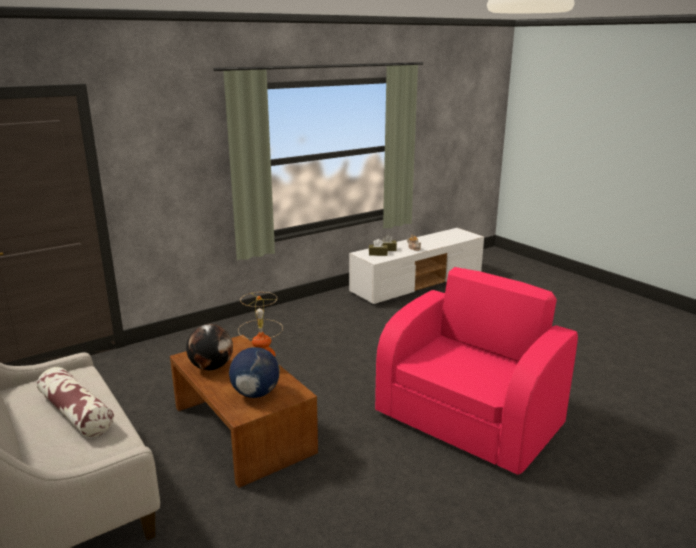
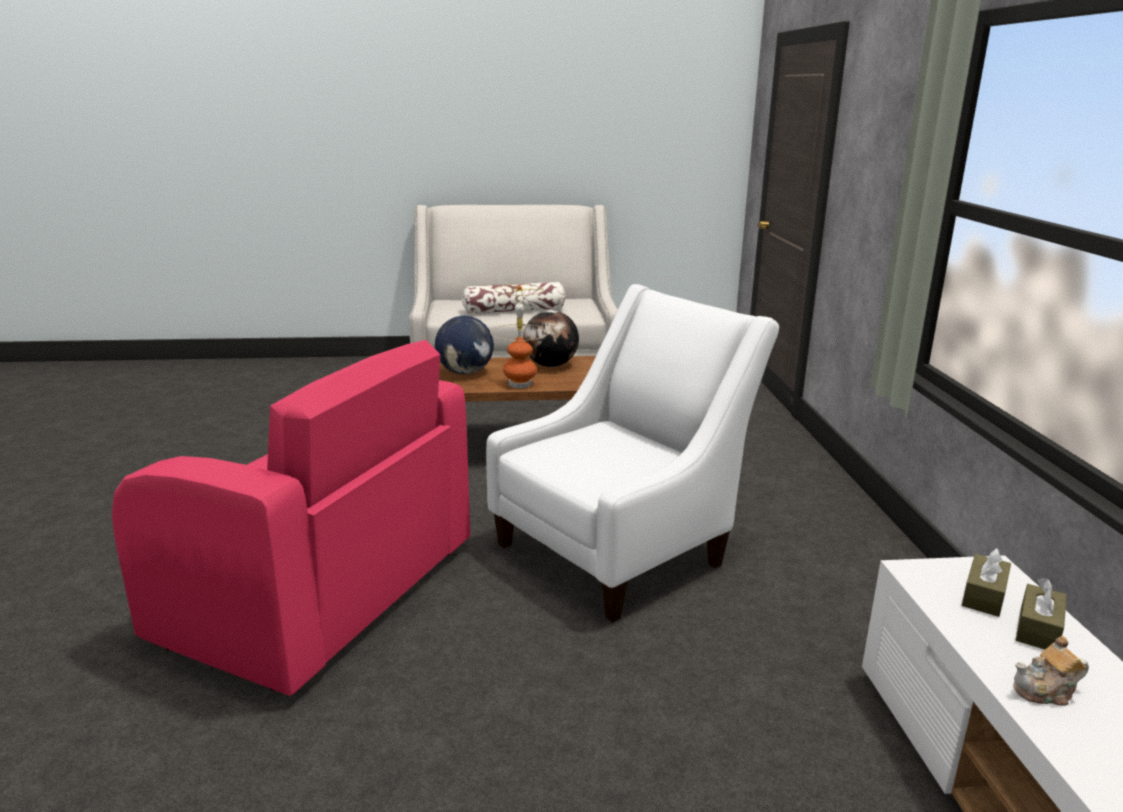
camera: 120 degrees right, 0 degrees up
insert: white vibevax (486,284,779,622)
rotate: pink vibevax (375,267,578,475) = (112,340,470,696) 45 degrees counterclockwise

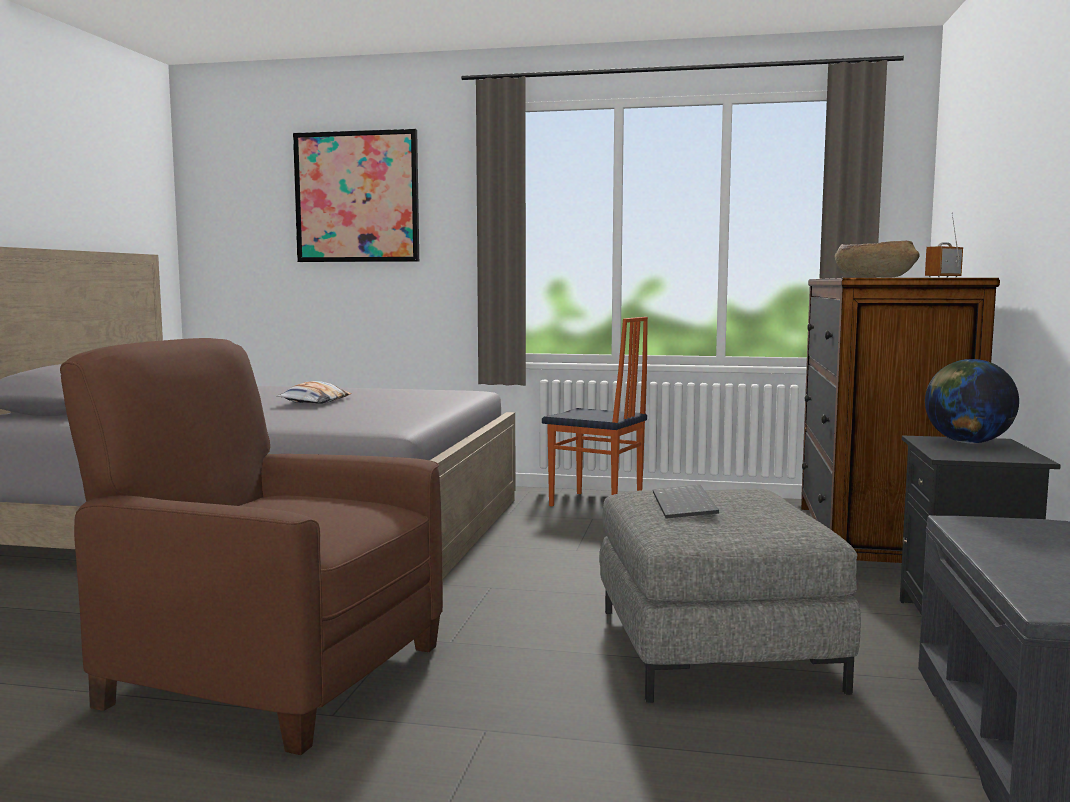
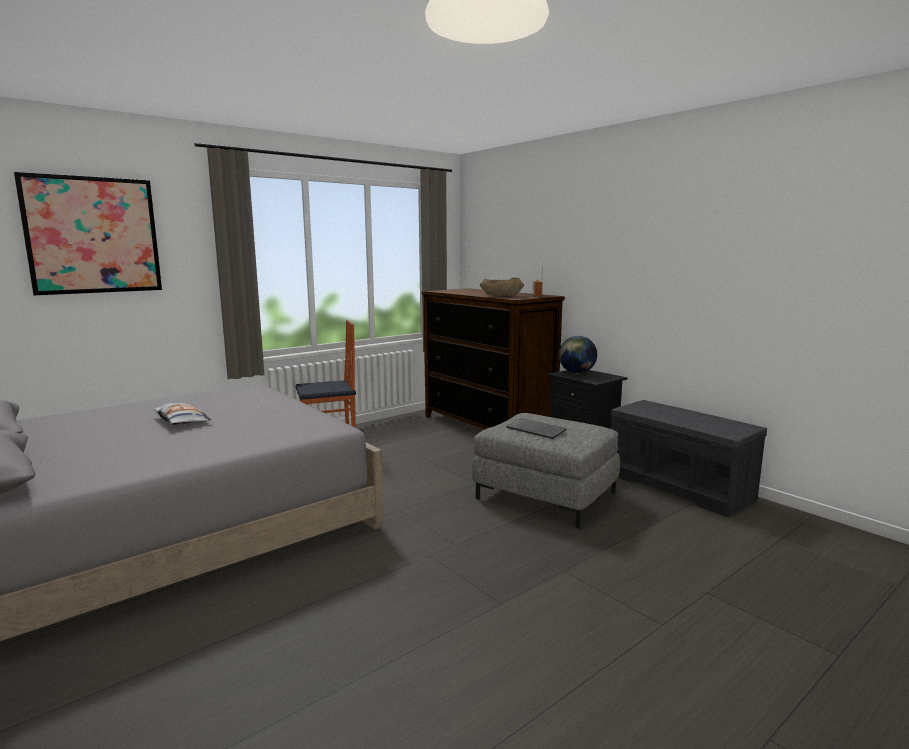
camera: 50 degrees left, 5 degrees up
delete: brown vibevax (60,338,443,755)

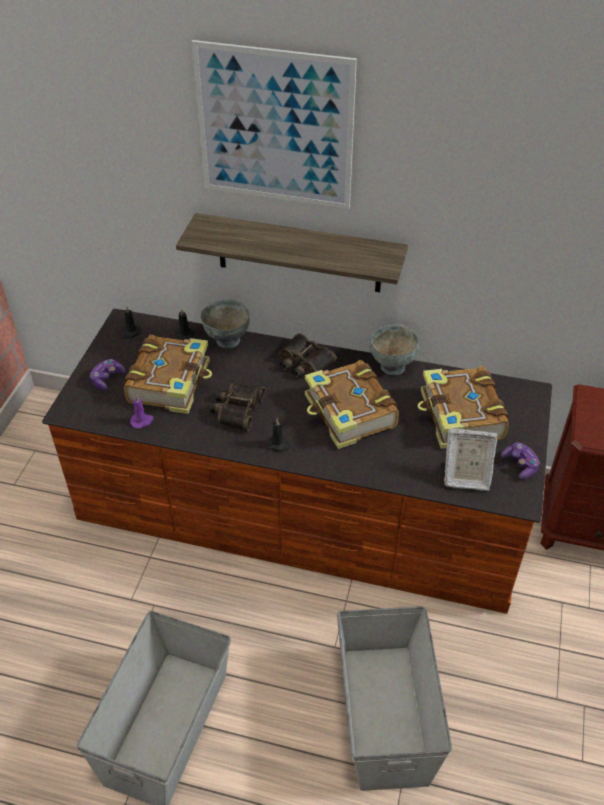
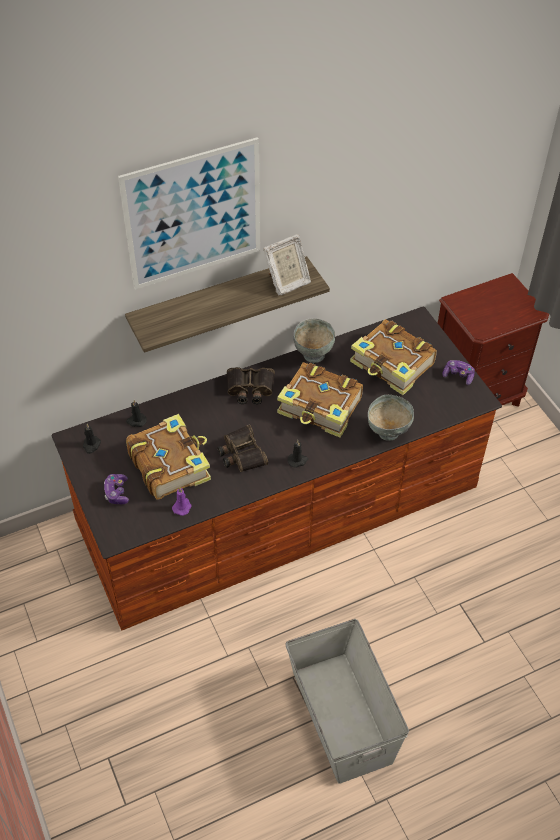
camera: 40 degrees left, 5 degrees up
delete: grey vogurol (337,606,452,791)
move: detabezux (444,428,498,491) to (263,234,311,296); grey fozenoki (200,300,250,348) to (368,395,414,441)

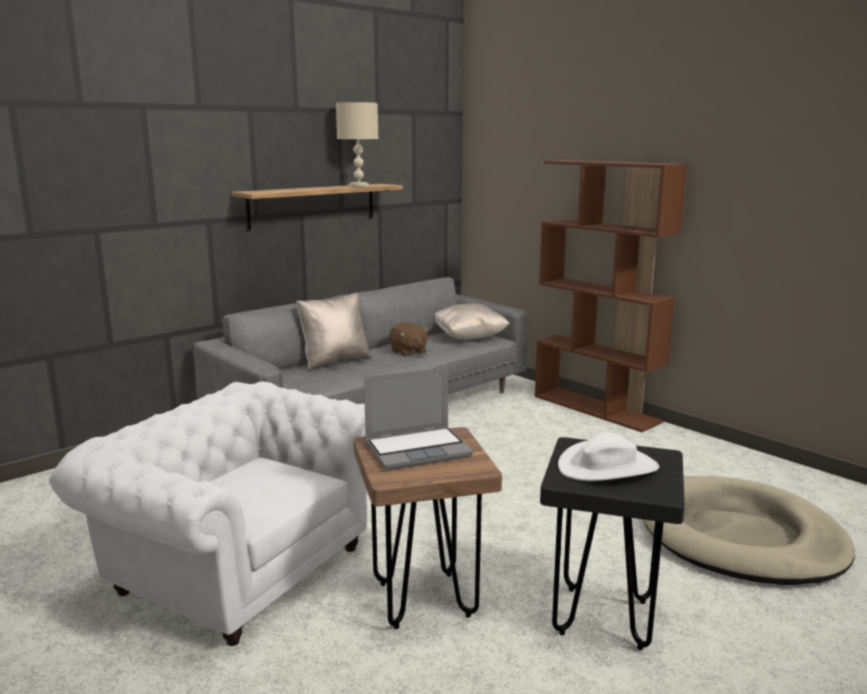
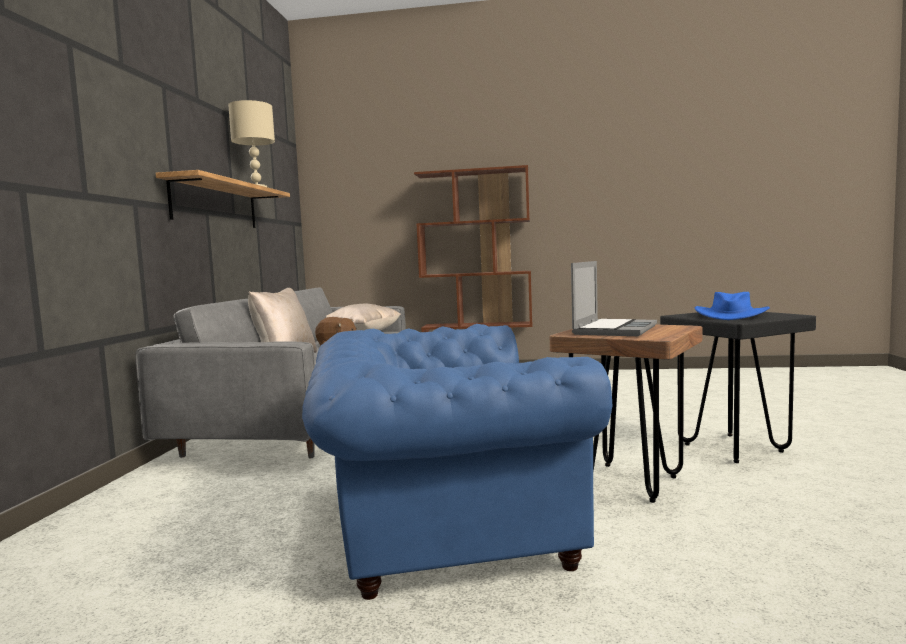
camera: 40 degrees left, 10 degrees down
delete: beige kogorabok (643,476,855,585)
recolor: white vibevax (49,381,367,646) to blue vibevax (302,324,612,600); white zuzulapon (558,432,659,481) to blue zuzulapon (695,292,770,320)

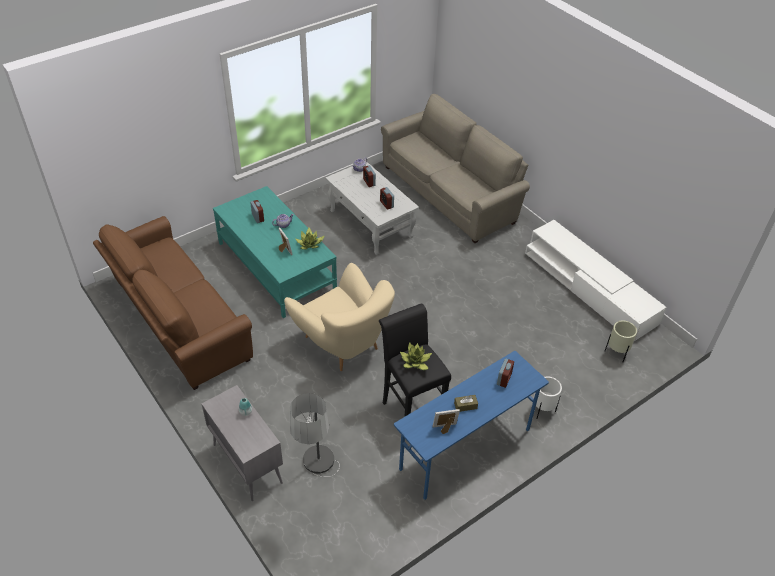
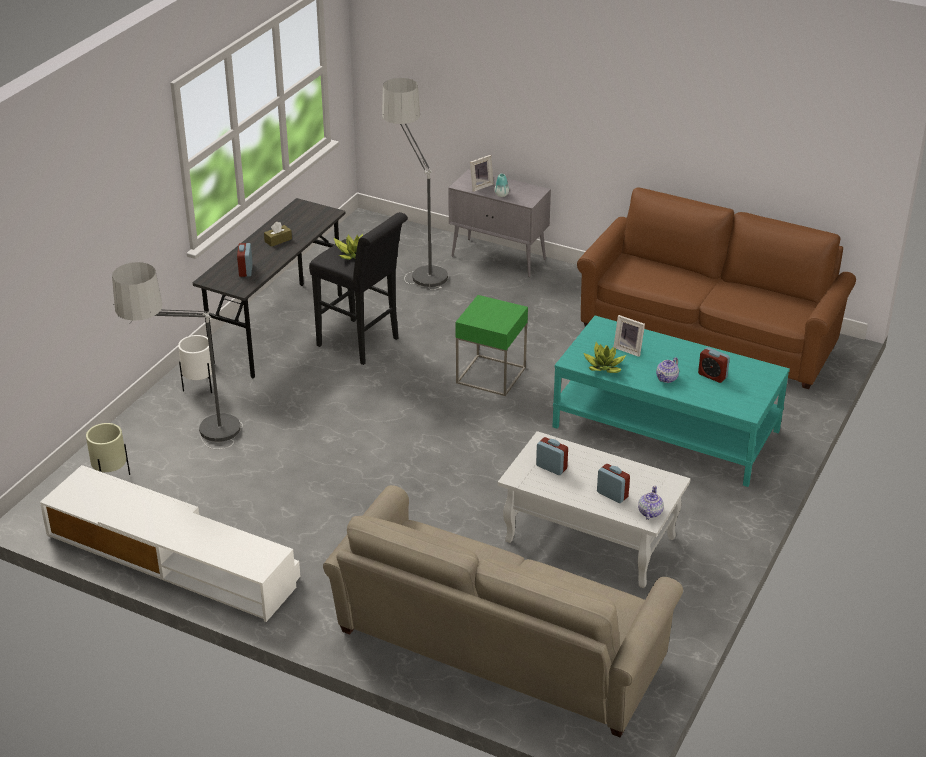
camera: 155 degrees right, 10 degrees down
insert: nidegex (112,262,243,449)
move: detabezux (433,409,460,434) to (470,155,494,192)
replace: beige vibevax (284,263,395,371) to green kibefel (455,295,528,396)
recolor: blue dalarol (394,351,549,500) to grey dalarol (193,198,345,379)

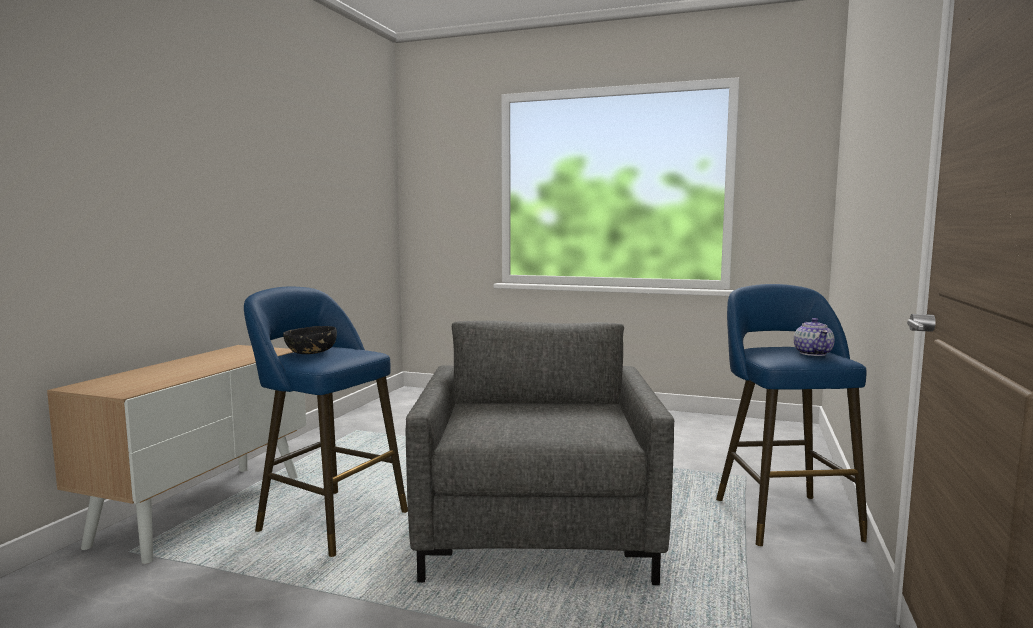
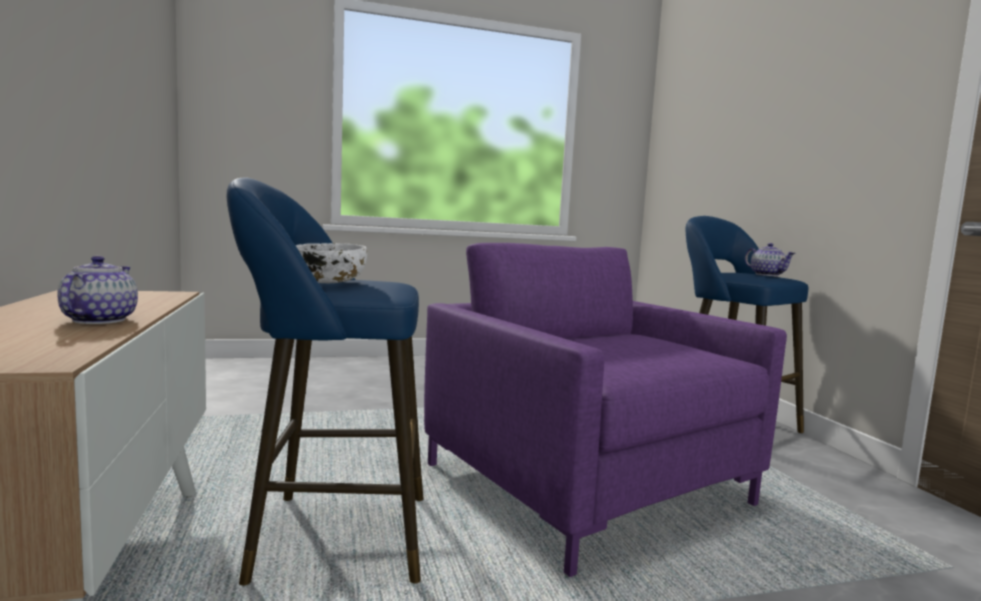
camera: 35 degrees left, 0 degrees up
insert: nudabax (57,256,138,324)
recolor: black fozenoki (283,326,337,354) to white fozenoki (295,243,367,283); grey vibevax (406,321,674,585) to purple vibevax (424,243,787,577)

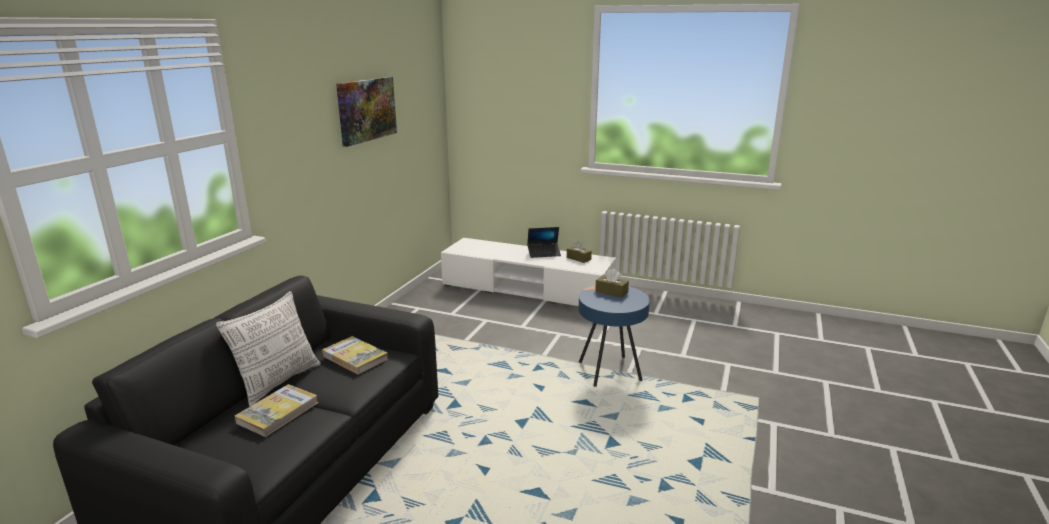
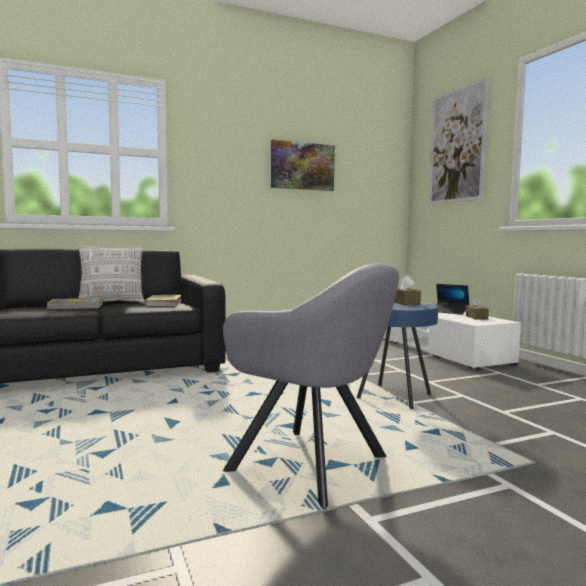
camera: 45 degrees right, 15 degrees down
insert: grey vibevax (223,263,399,508); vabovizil (429,77,489,205)

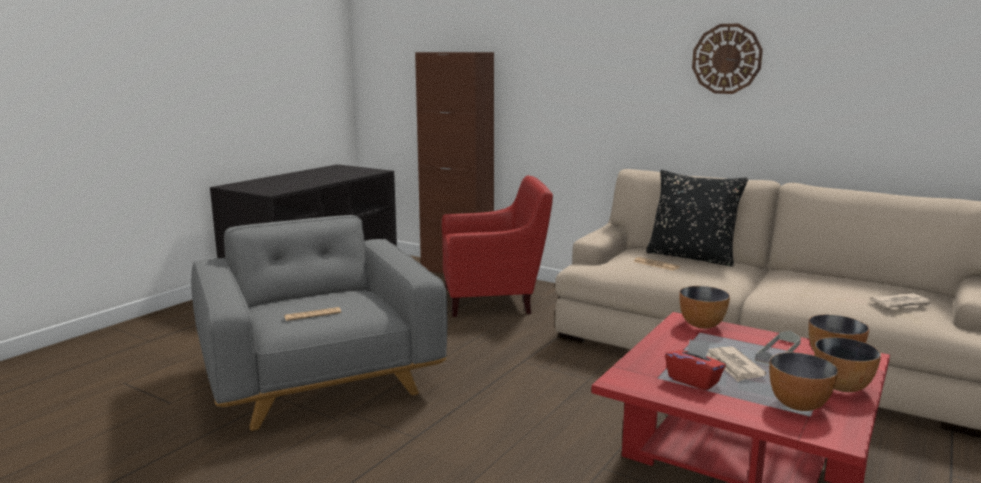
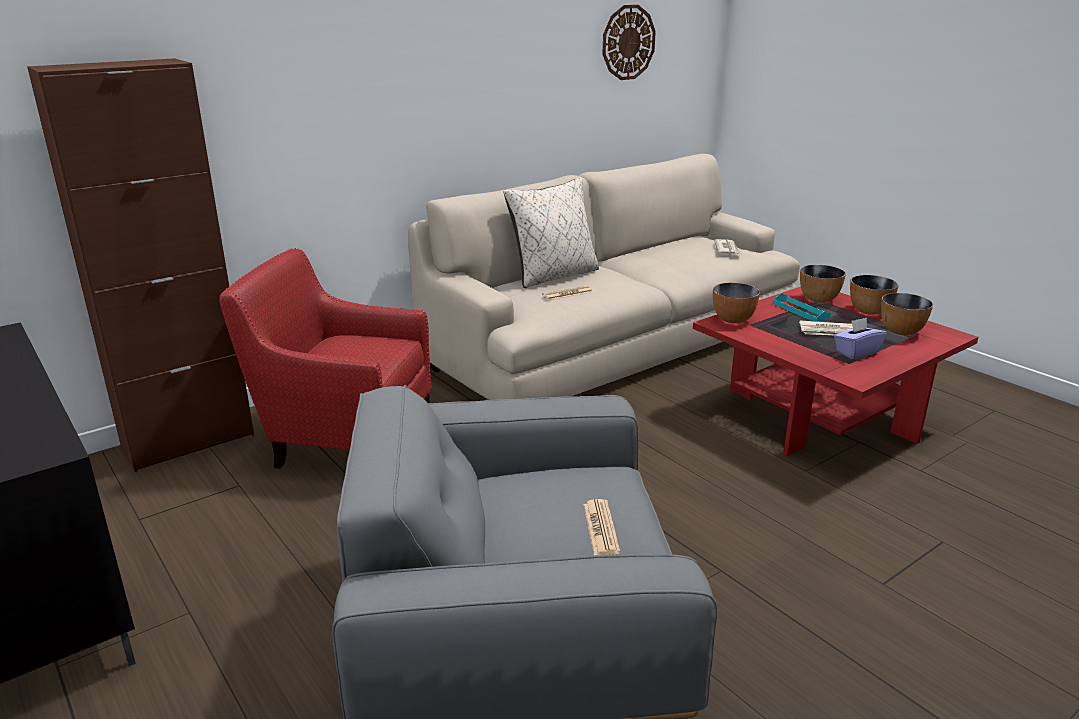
camera: 70 degrees left, 10 degrees up
move: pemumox (692,24,763,94) to (602,5,656,80)
recolor: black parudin (646,170,748,267) to beige parudin (504,177,599,288); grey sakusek (755,331,801,364) to turquoise sakusek (773,293,831,322); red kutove (665,339,726,391) to purple kutove (834,317,887,359)
rotate: red vibevax (442,175,553,317) = (219,248,432,469) 90 degrees counterclockwise

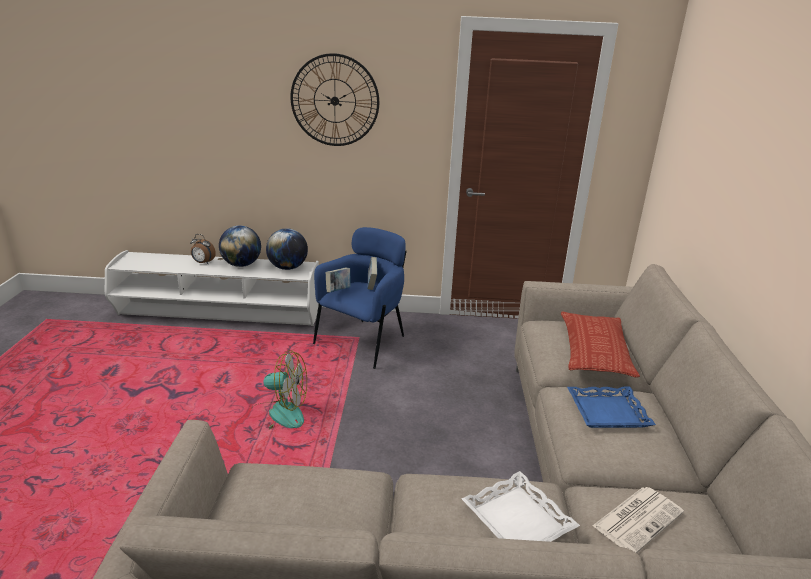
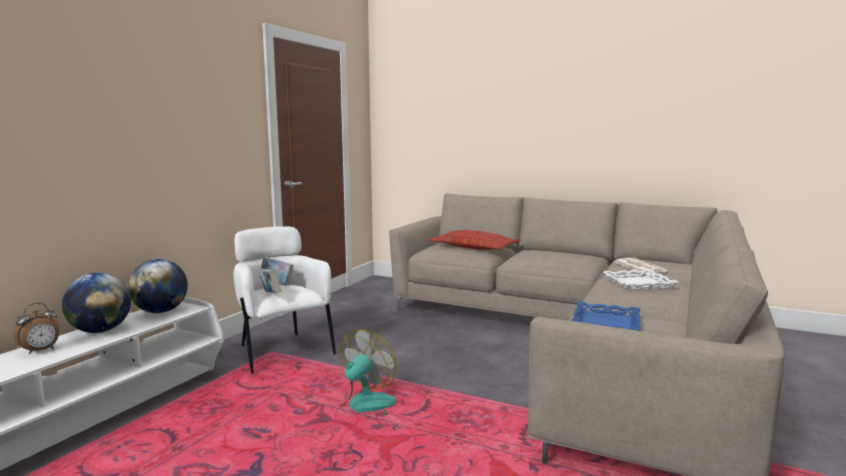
camera: 65 degrees left, 15 degrees down
delete: pemumox (291,53,379,146)
move: blue sakusek (567,387,656,428) to (571,301,641,331)
recolor: blue vibevax (313,227,407,369) to white vibevax (233,226,336,374)

